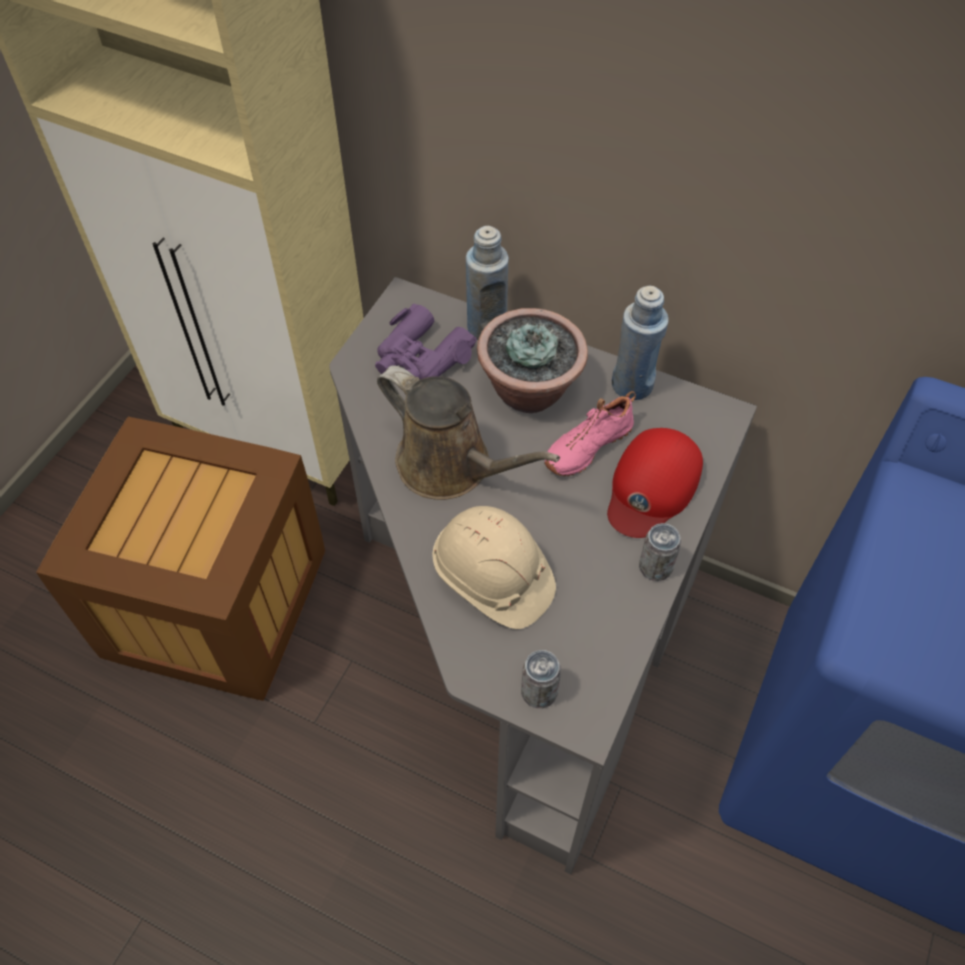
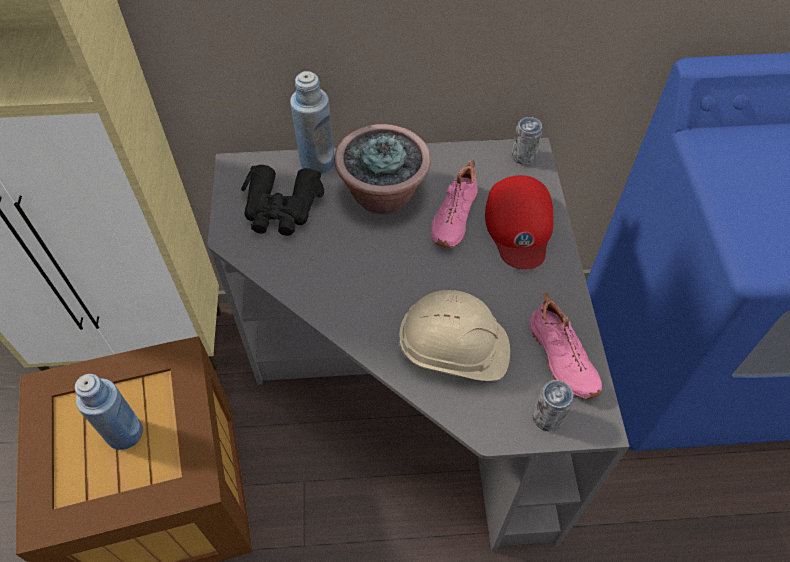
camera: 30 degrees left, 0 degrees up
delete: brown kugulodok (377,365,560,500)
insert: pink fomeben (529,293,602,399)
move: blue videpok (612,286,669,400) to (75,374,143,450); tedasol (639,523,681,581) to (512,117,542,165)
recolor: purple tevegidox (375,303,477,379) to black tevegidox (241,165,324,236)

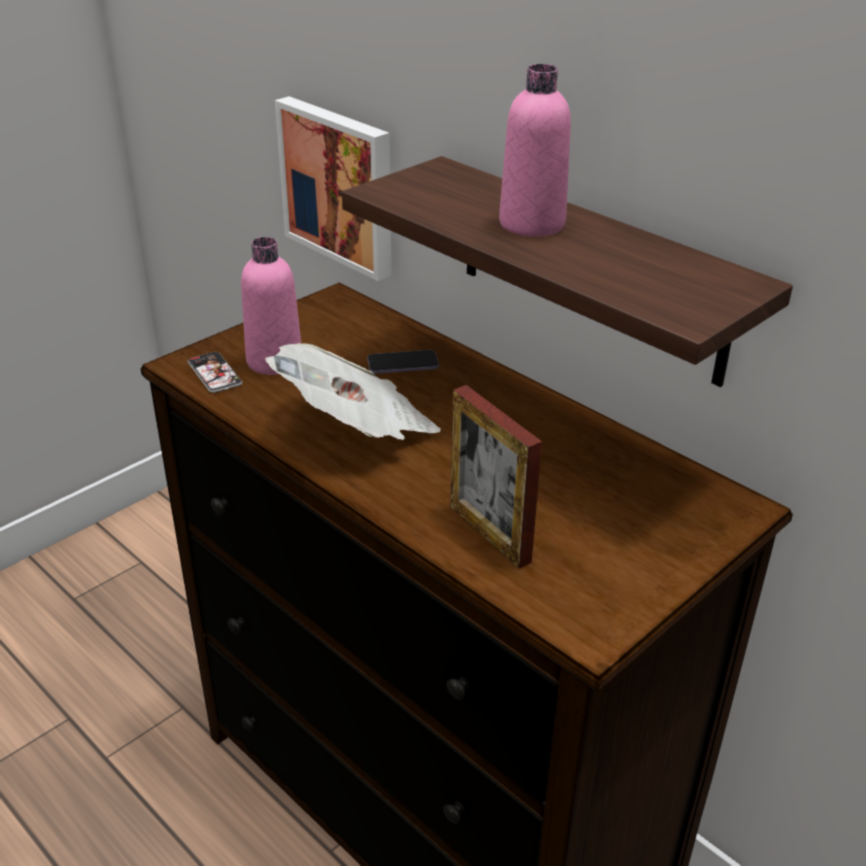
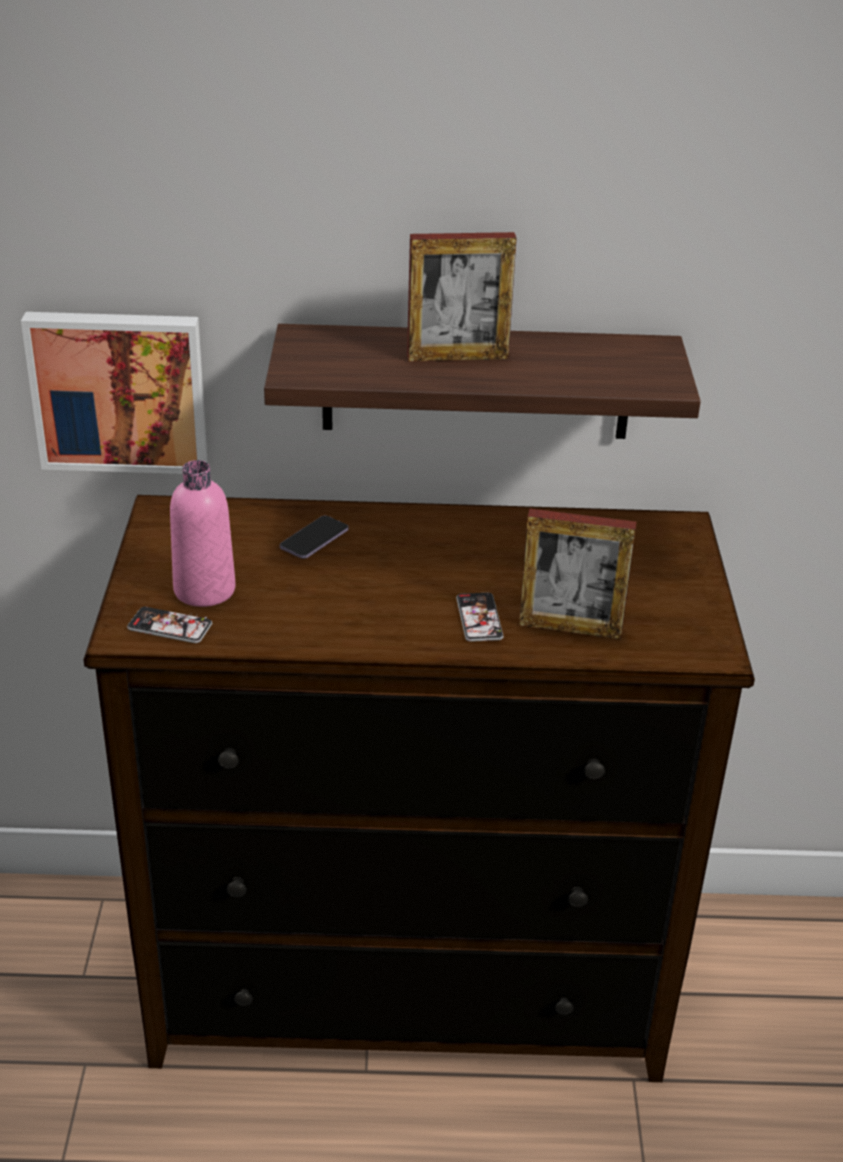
camera: 45 degrees left, 0 degrees up
delete: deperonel (265,343,441,440)
insert: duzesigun (456,593,503,642)
replace: pink videpok (499,64,571,237) to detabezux (407,232,517,362)

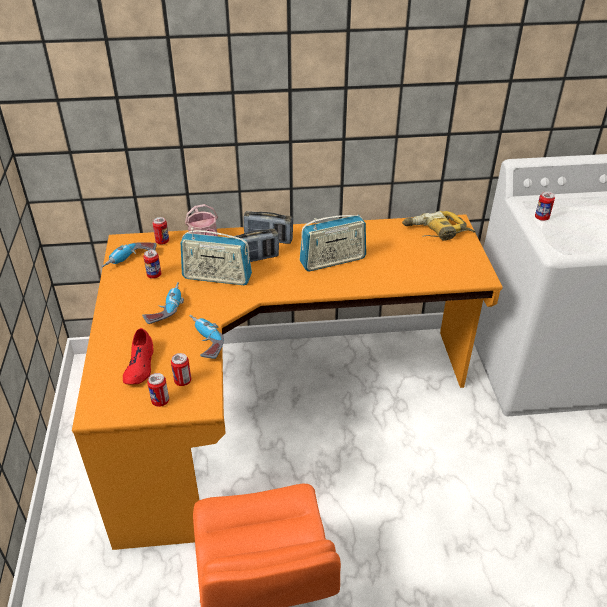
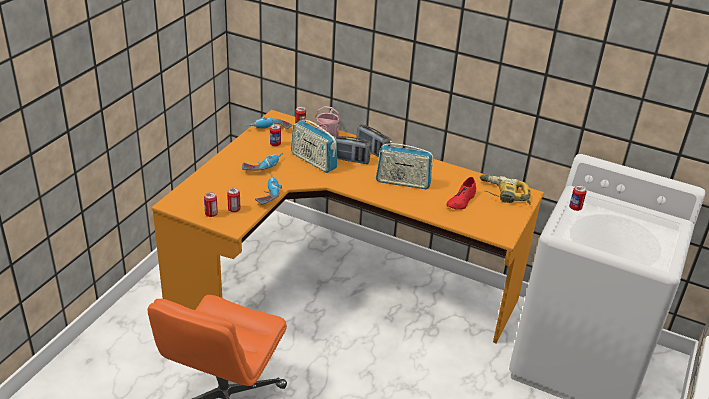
camera: 30 degrees right, 5 degrees down
move: red fomeben (123,328,154,384) to (446,177,476,210)

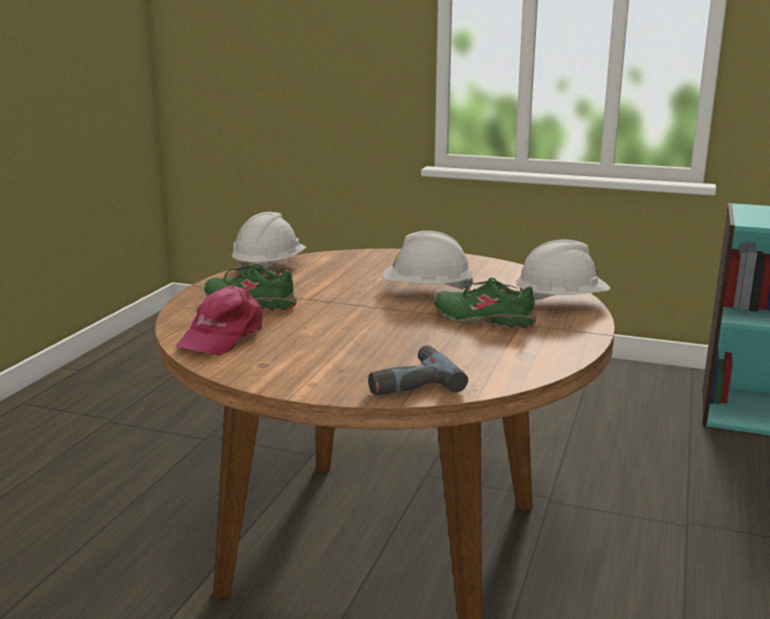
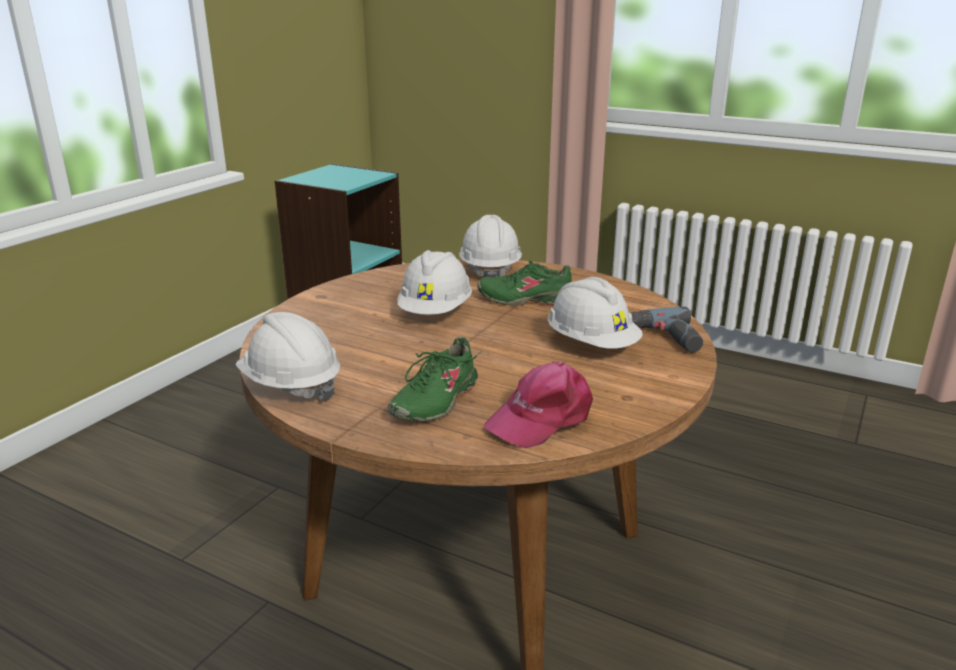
camera: 80 degrees left, 5 degrees up
insert: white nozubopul (547,277,643,349)
rotate: green fomeben (434,278,536,329) = (477,261,572,305) 60 degrees clockwise; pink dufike (176,285,263,355) = (483,362,593,449) 105 degrees clockwise

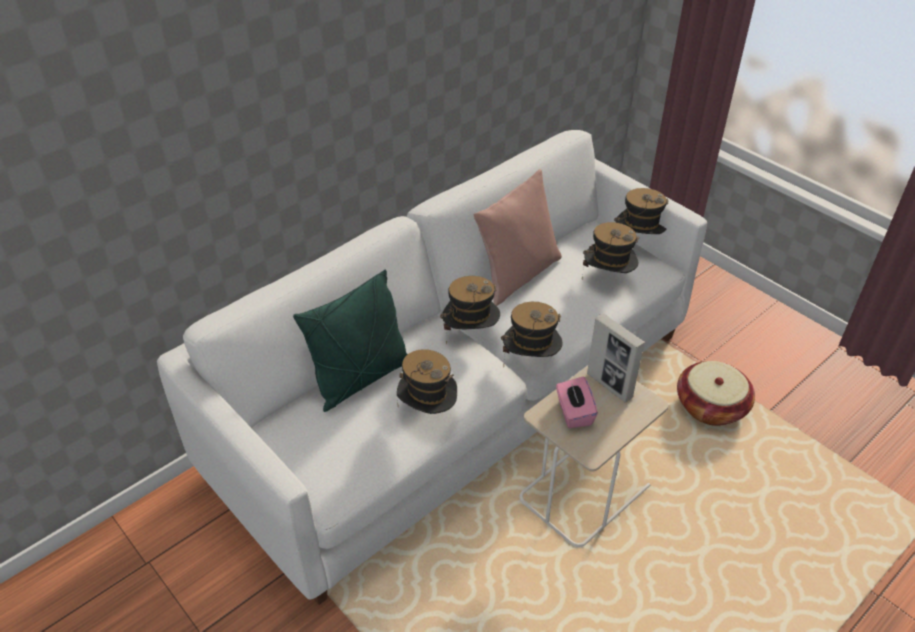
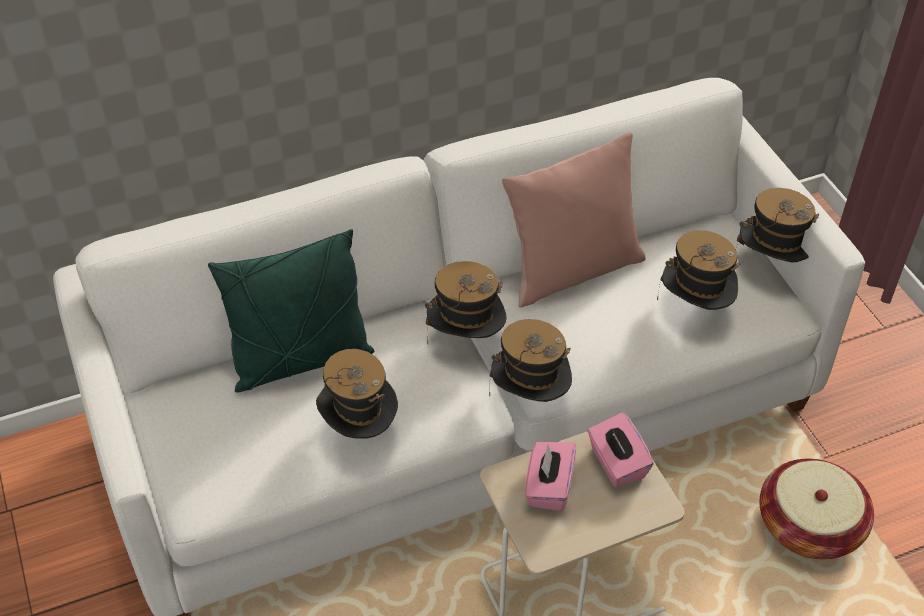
camera: 20 degrees right, 5 degrees up
replace: detabezux (587,313,645,402) to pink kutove (587,413,653,487)

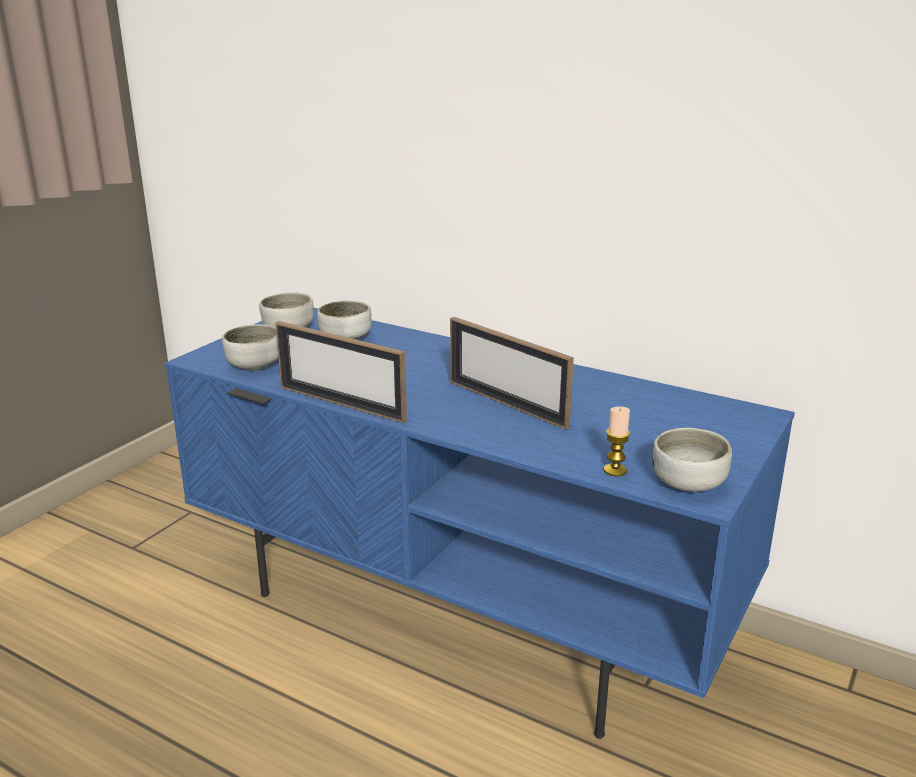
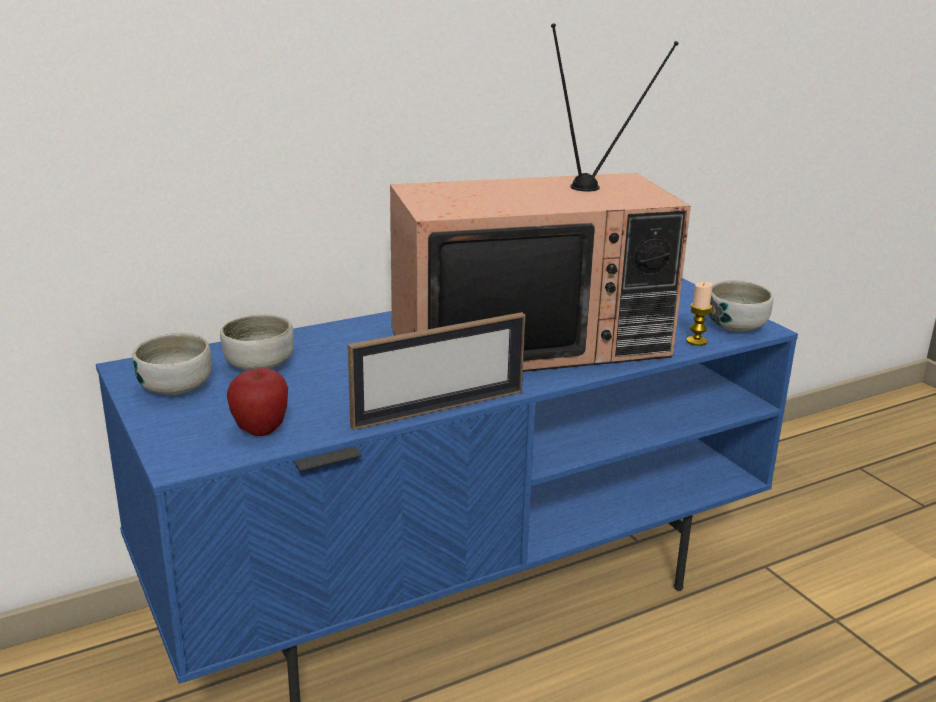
camera: 60 degrees left, 0 degrees up
replace: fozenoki (222,324,278,370) to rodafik (227,368,288,436); detabezux (450,317,574,430) to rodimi (390,23,691,372)

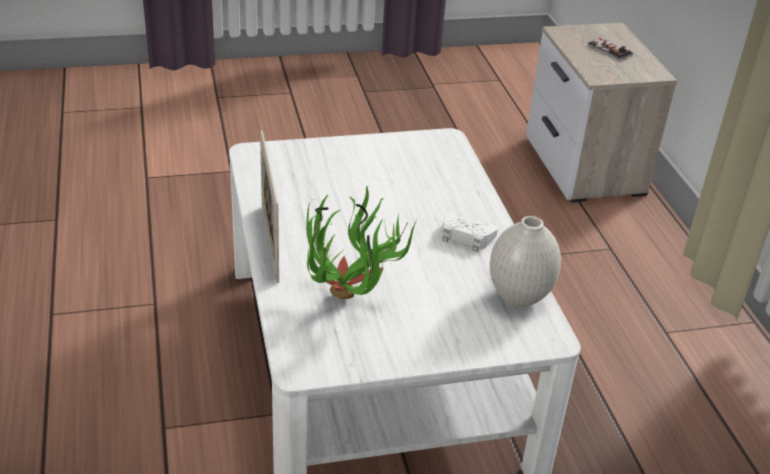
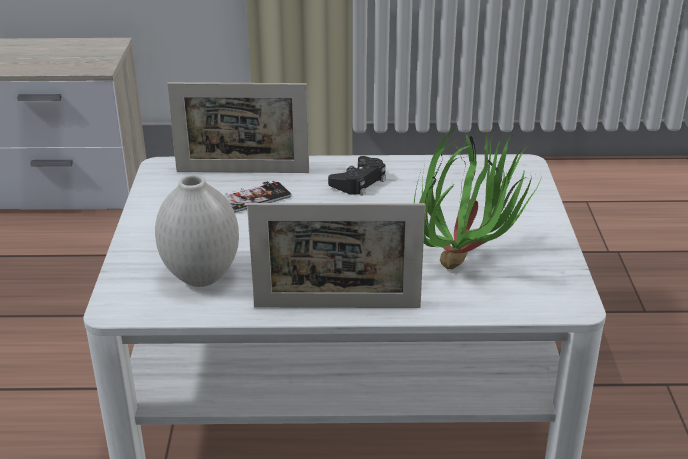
camera: 75 degrees left, 5 degrees down
insert: detabezux (167,82,309,173)
move: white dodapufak (490,216,561,307) to (155,175,239,287); duzesigun (588,38,633,60) to (224,181,292,212)
recolor: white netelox (442,212,498,252) to black netelox (328,156,386,196)

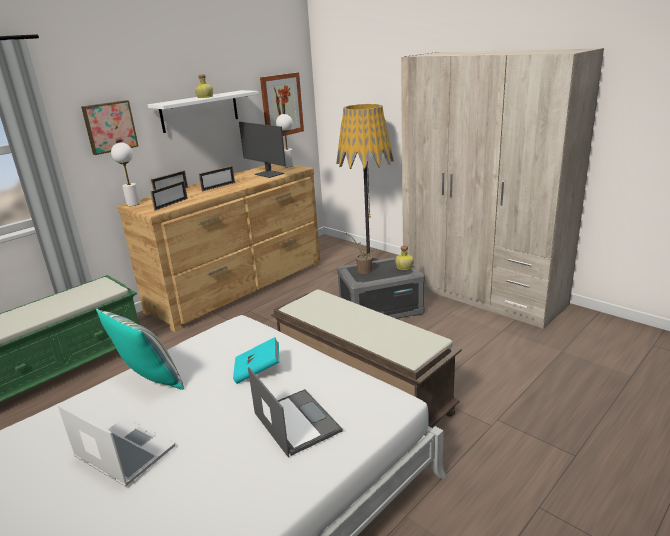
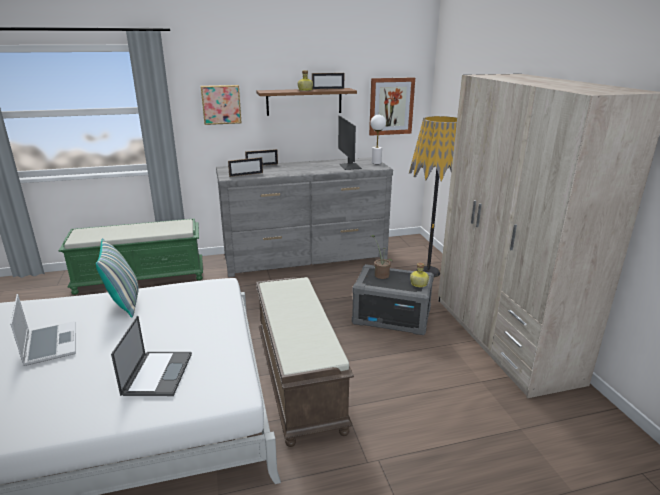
camera: 30 degrees right, 0 degrees up
delete: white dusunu (111,143,140,206); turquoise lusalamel (233,337,279,384)
move: detabezux (199,166,235,191) to (312,73,344,89)
recolor: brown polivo (117,164,320,332) to grey polivo (216,157,393,277); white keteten (148,90,259,133) to brown keteten (256,88,357,116)

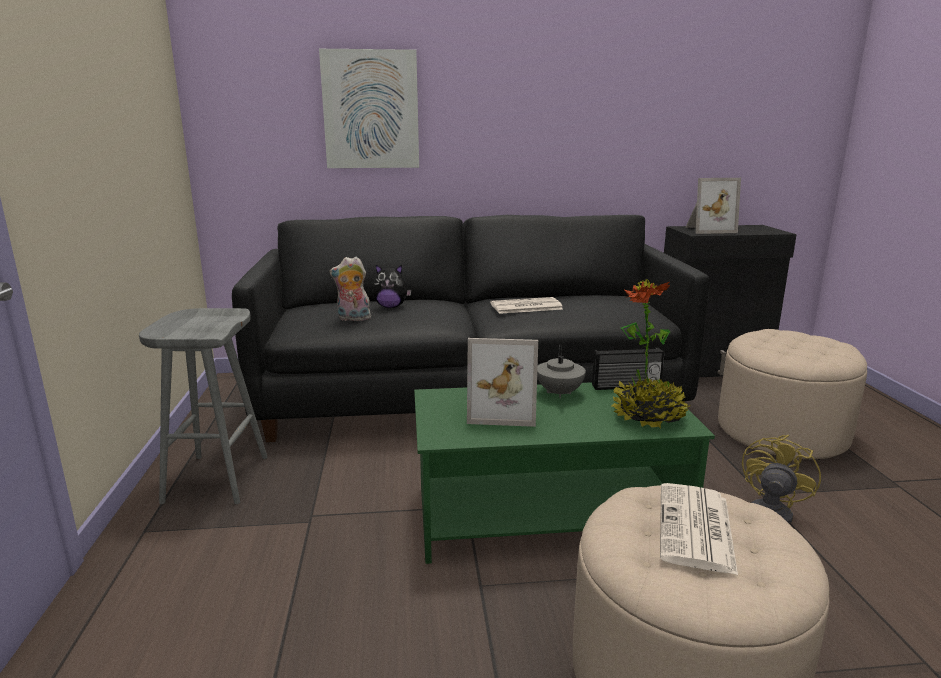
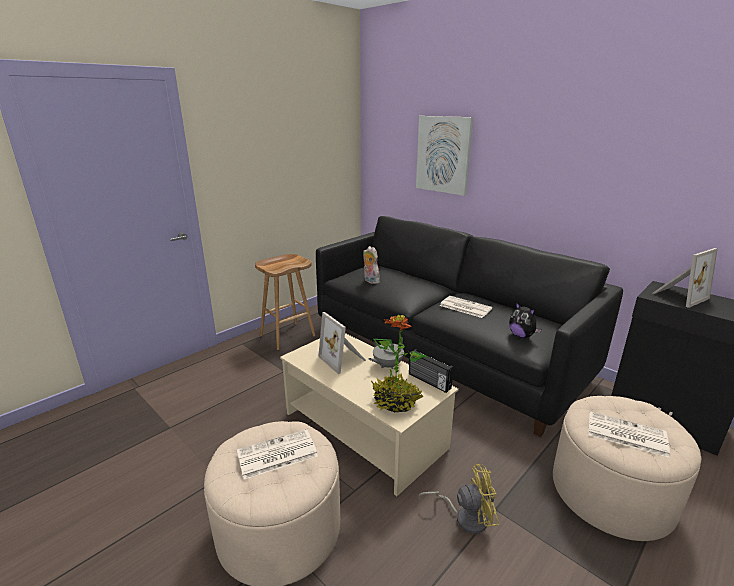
camera: 50 degrees right, 5 degrees up
insert: deperonel (589,411,670,457)
move: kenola (373,265,412,308) to (509,302,541,338)
recolor: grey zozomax (139,308,268,504) to brown zozomax (255,254,315,350); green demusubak (414,382,715,564) to beige demusubak (280,333,458,496)
rotate: detabezux (685,178,741,234) = (653,248,718,308) 75 degrees counterclockwise

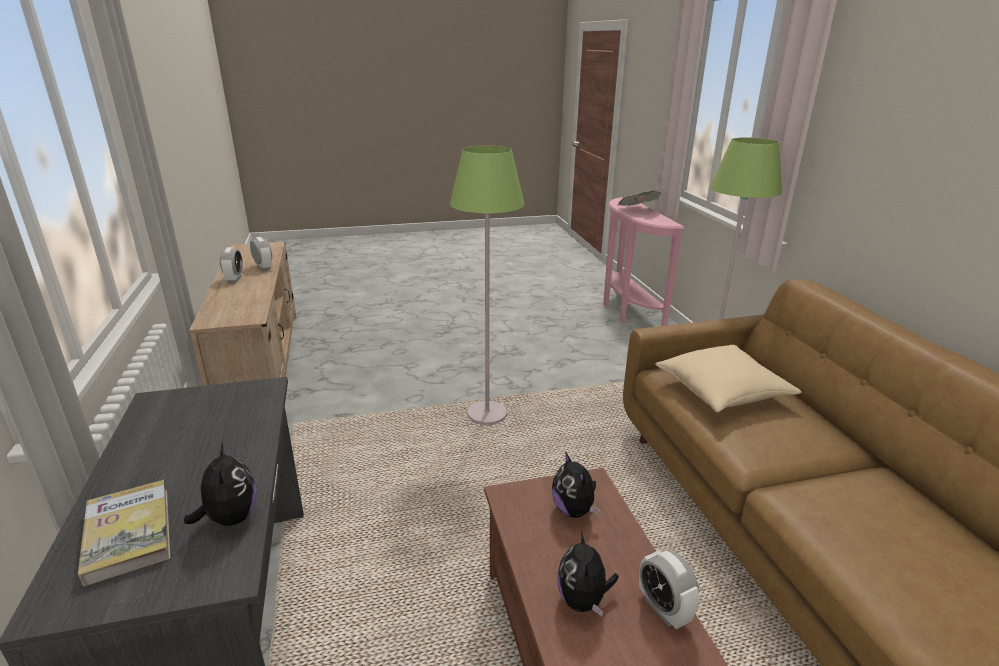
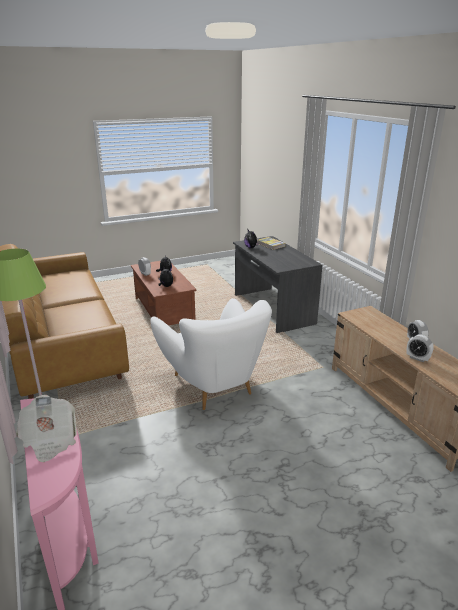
camera: 170 degrees right, 0 degrees up
delete: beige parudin (656,345,802,412)
replace: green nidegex (450,146,525,425) to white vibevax (150,298,272,410)

